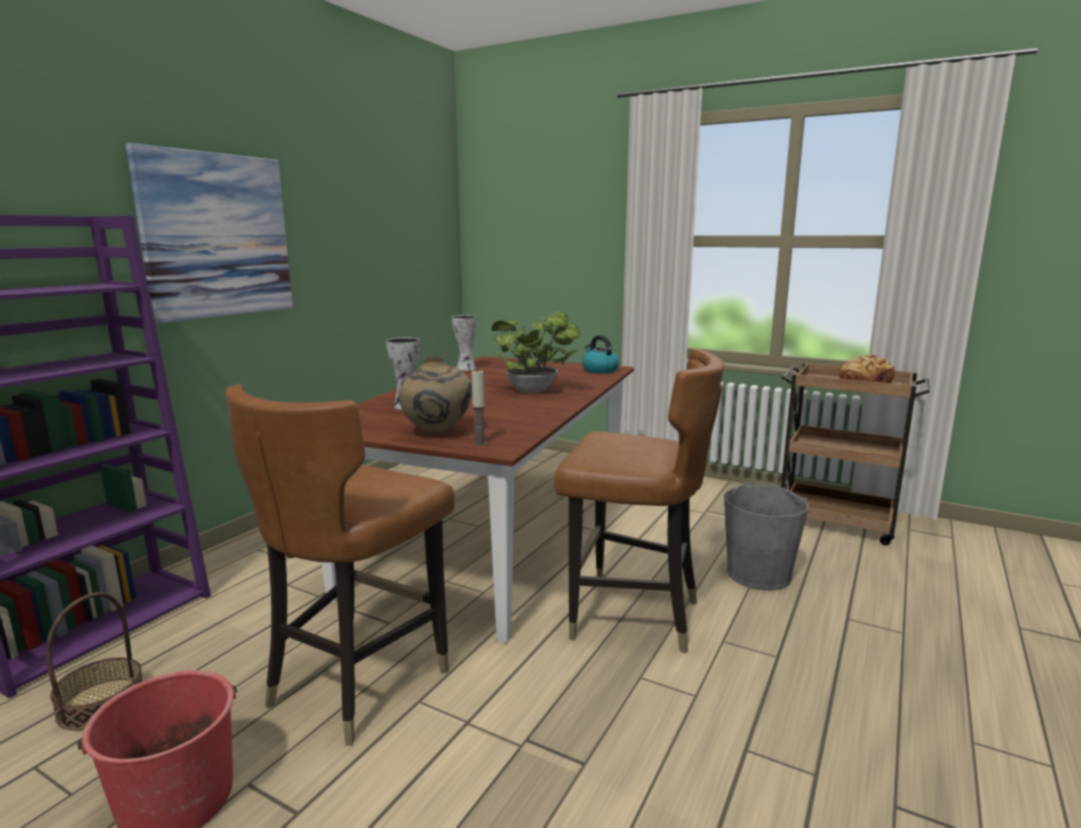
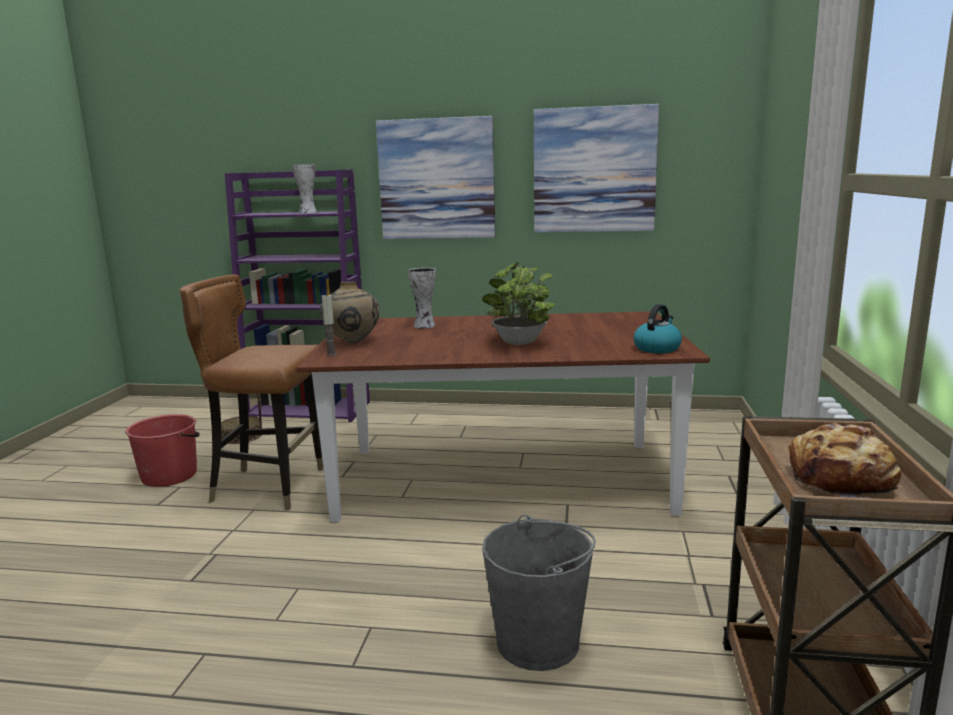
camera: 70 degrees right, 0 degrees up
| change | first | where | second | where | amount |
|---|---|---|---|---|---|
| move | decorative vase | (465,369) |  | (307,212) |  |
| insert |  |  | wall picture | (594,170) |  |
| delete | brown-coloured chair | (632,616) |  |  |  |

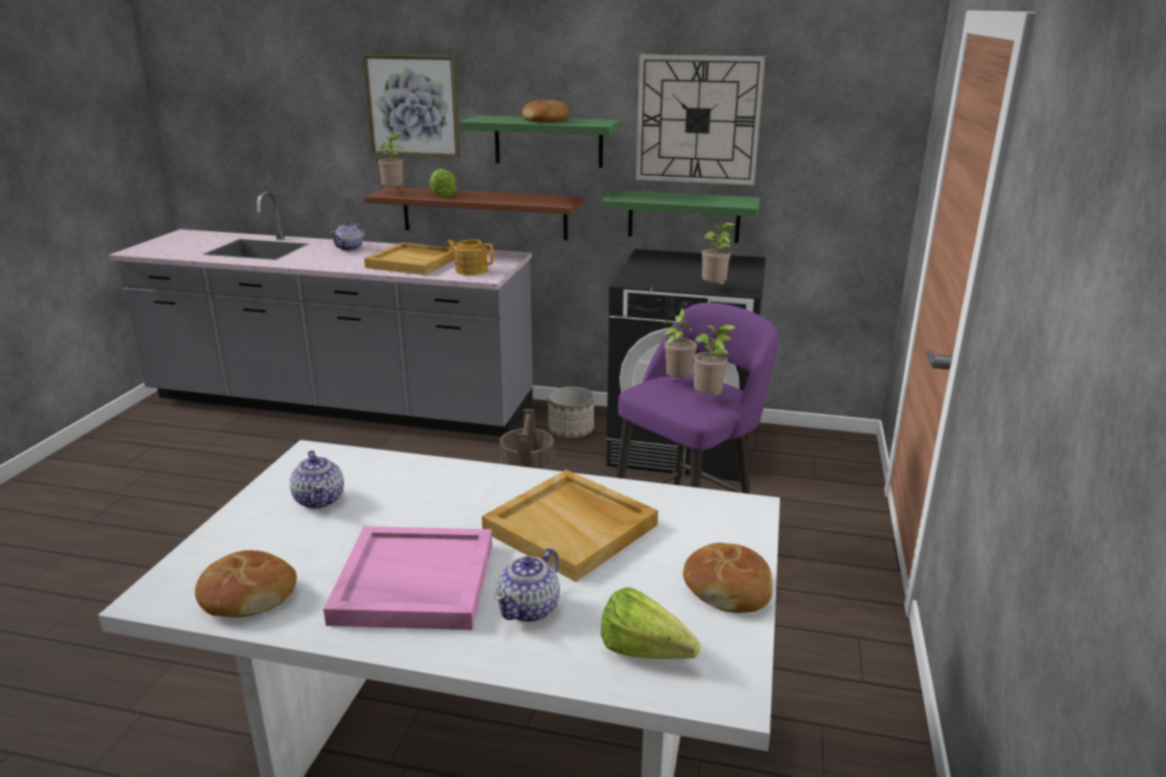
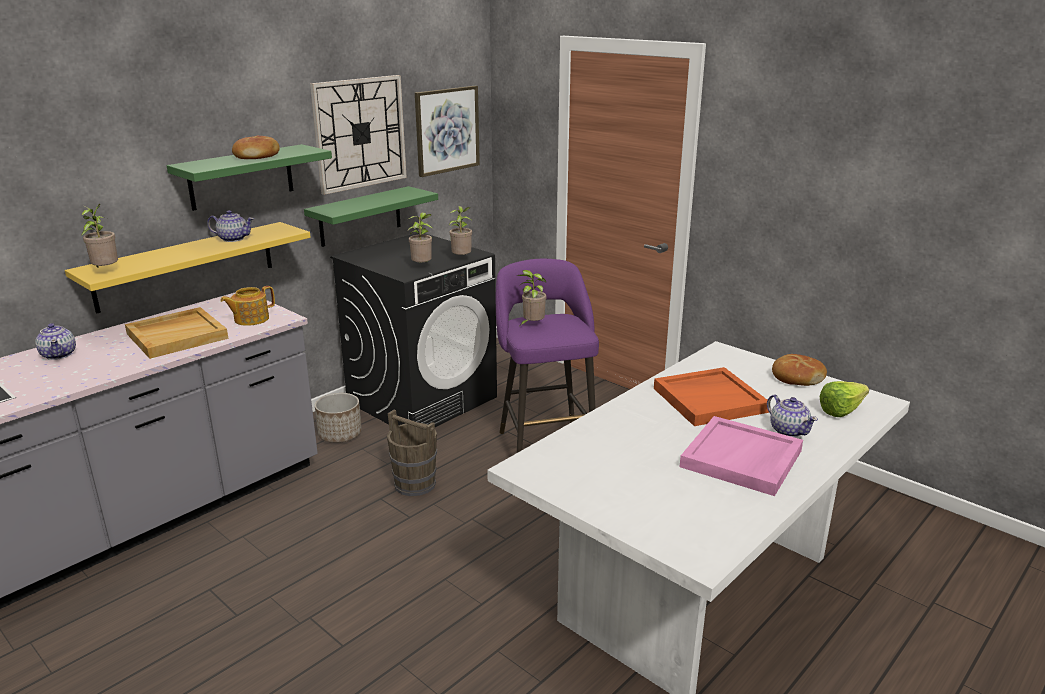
camera: 60 degrees left, 0 degrees up
| change | first | where | second | where | amount |
|---|---|---|---|---|---|
| recolor | brown-coloured wall shelf | (484,213) | yellowish wall shelf | (186,266) |  |
| move | tea pot | (320,499) |  | (233,239) |  |
| move | houseplant | (709,398) |  | (422,266) |  |
| move | wall picture | (413,106) |  | (447,130) |  |
| recolor | beige-coloured carrying tray | (572,528) | orange carrying tray | (709,399) |  |
| delete | bakery bread | (247,596) |  |  |  |
| delete | lettuce head | (442,194) |  |  |  |

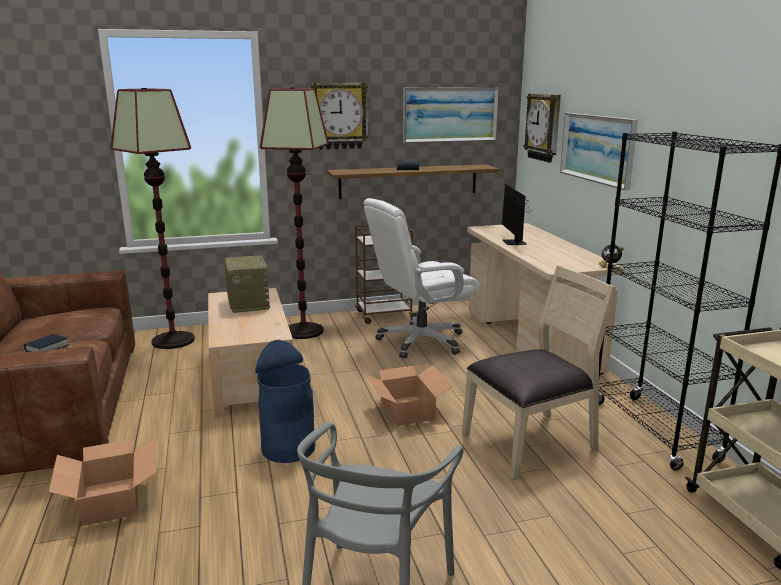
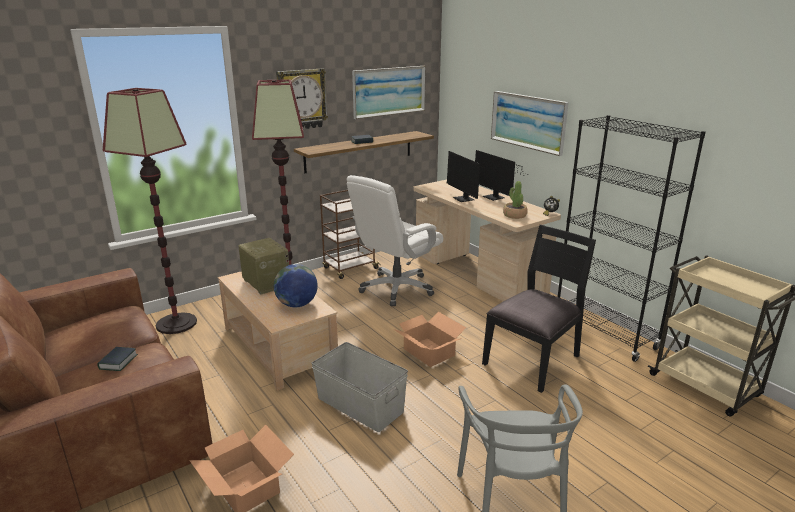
camera: 20 degrees left, 5 degrees up
| change | first | where | second | where | amount |
|---|---|---|---|---|---|
| insert |  |  | desk globe | (297,304) |  |
| replace | blue-coloured rubbish bin | (288,448) | greyish storage bin | (360,404) |  |
| insert |  |  | computer screen | (495,198) |  |
| recolor | beige-coloured chair | (531,442) | black chair | (533,360) |  |
| insert |  |  | houseplant | (514,215) |  |
| delete | wall clock | (544,127) |  |  |  |

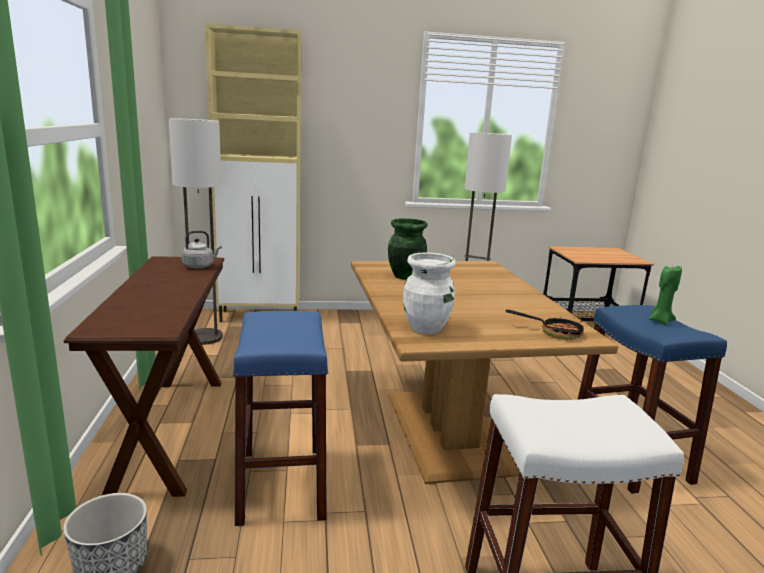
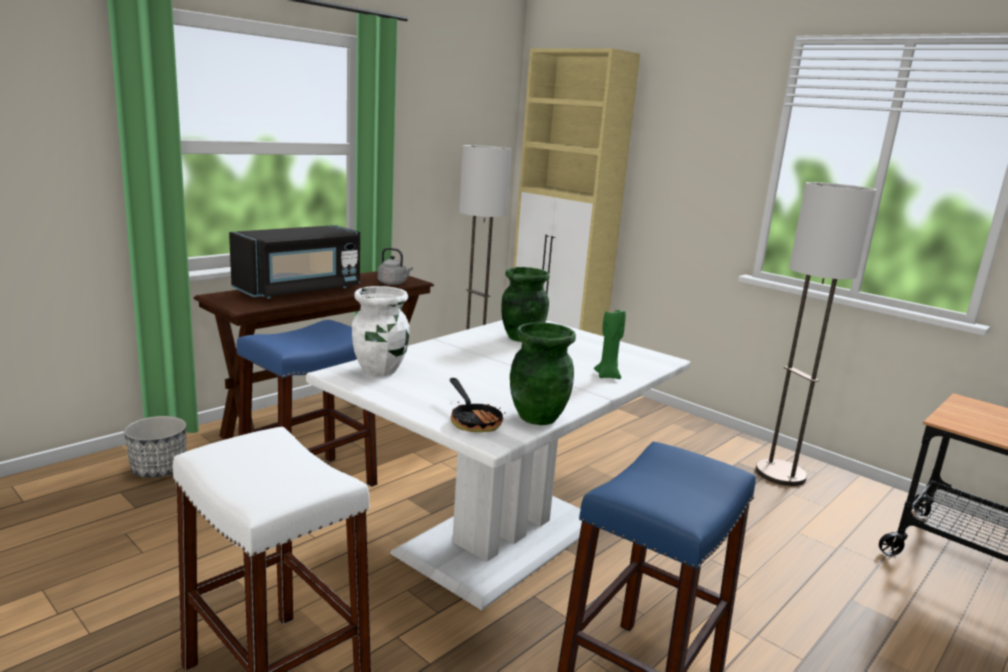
camera: 50 degrees right, 0 degrees up
| change | first | where | second | where | amount |
|---|---|---|---|---|---|
| insert |  |  | black kitchen microwave | (299,290) |  |
| recolor | brown-coloured dinner table | (446,431) | white-coloured dinner table | (500,536) |  |
| insert |  |  | green decorative vase | (538,417) |  |
| move | green wax candle | (660,321) |  | (608,376) |  |

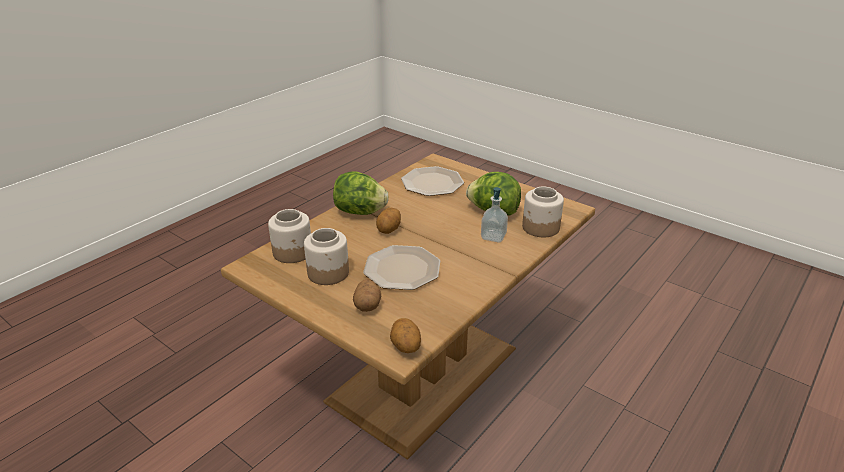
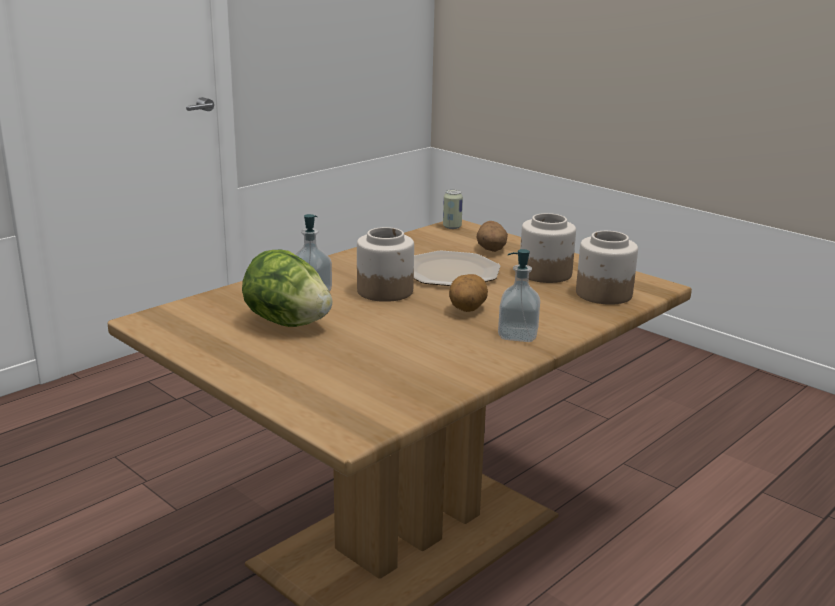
camera: 175 degrees left, 10 degrees down
| change | first | where | second | where | amount |
|---|---|---|---|---|---|
| move | preserve jar | (540,228) |  | (385,291) |  |
| replace | spud | (405,347) | sealed can | (452,227) |  |
| replace | lettuce head | (360,212) | soap bottle | (517,335) |  |
| delete | dinner plate | (432,182) |  |  |  |

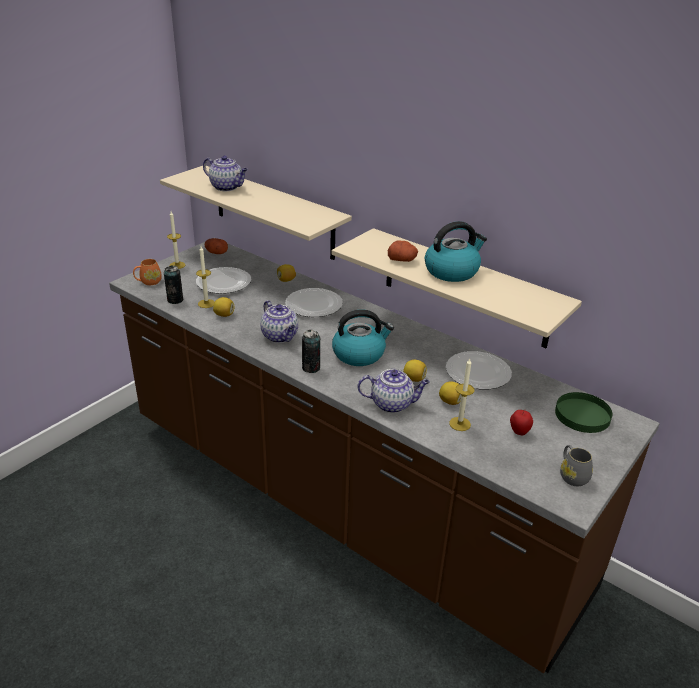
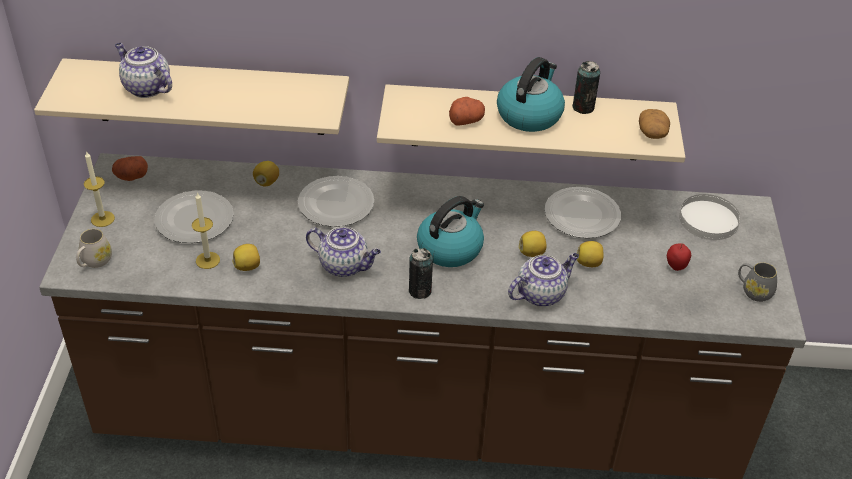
camera: 35 degrees left, 10 degrees up
| change | first | where | second | where | amount |
|---|---|---|---|---|---|
| recolor | orange mug | (148,282) | white-coloured mug | (94,262) |  |
| rotate | tea pot | (227,187) |  | (146,88) | 135 degrees counterclockwise |
| move | sealed can | (175,300) |  | (583,107) |  |
| insert |  |  | spud | (652,133) |  |
| recolor | green dinner plate | (583,415) | white-coloured dinner plate | (709,220) |  |
| delete | wax candle | (460,424) |  |  |  |

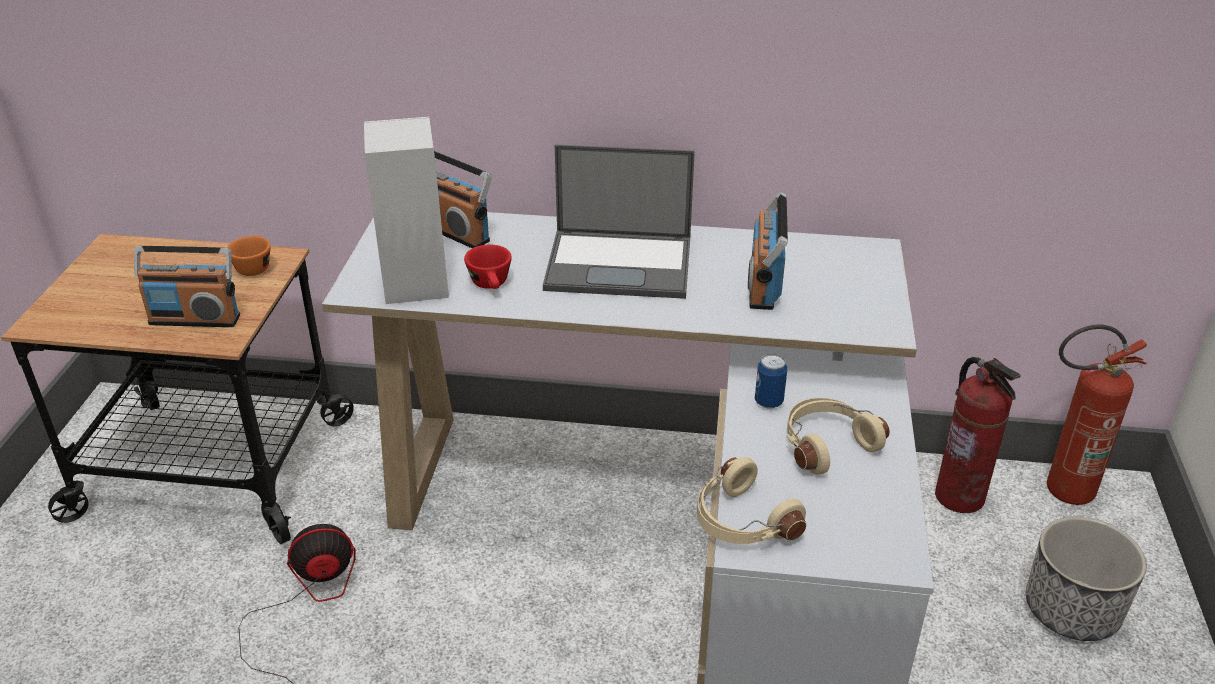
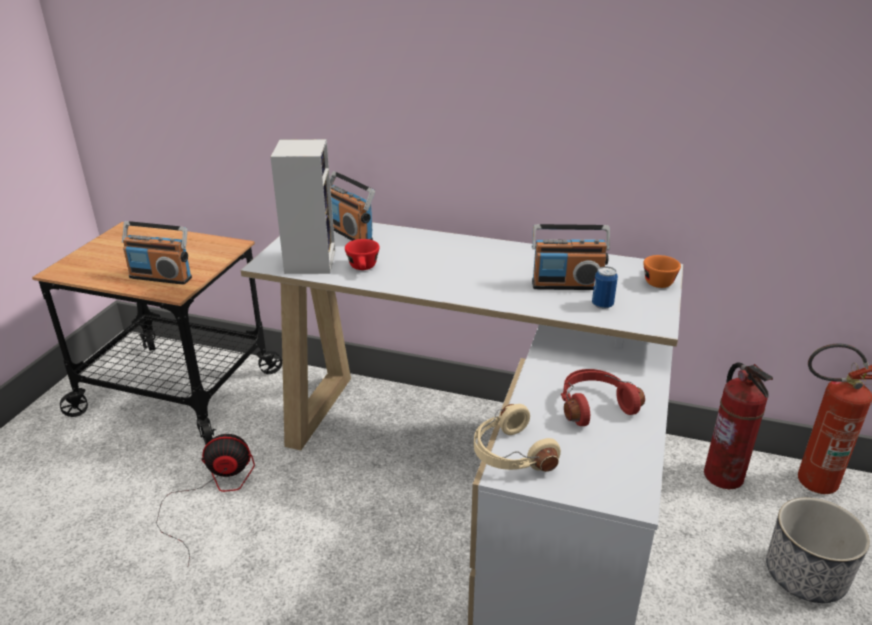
camera: 10 degrees right, 5 degrees down
| change | first | where | second | where | amount |
|---|---|---|---|---|---|
| rotate | radio set | (763,284) |  | (566,285) | 105 degrees counterclockwise |
| recolor | beige-coloured headset | (826,444) | red headset | (594,405) |  |
| move | sealed can | (768,402) |  | (602,305) |  |
| move | orange small cup | (253,266) |  | (657,280) |  |
| delete | portable computer | (621,264) |  |  |  |

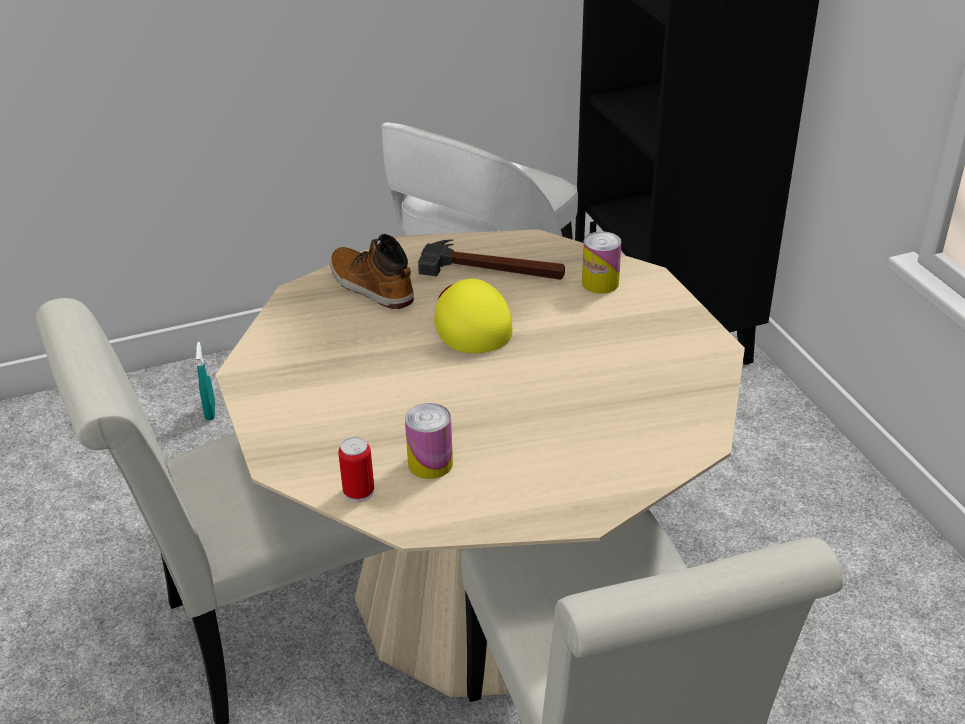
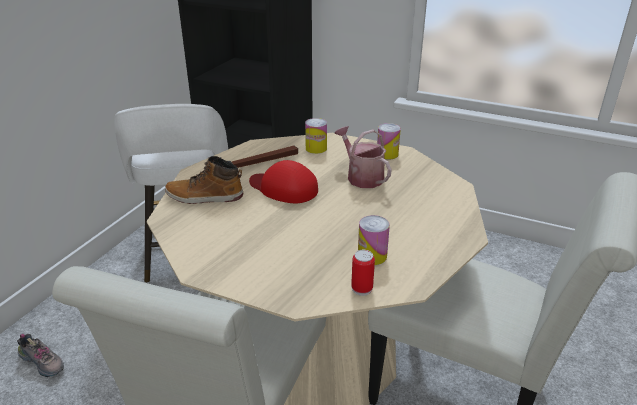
camera: 45 degrees left, 5 degrees down
| change | first | where | second | where | amount |
|---|---|---|---|---|---|
| replace | turquoise spray bottle | (210,412) | item of footwear | (44,362) |  |
| recolor | yellowish baseball cap | (470,320) | red baseball cap | (283,188) |  |
| insert |  |  | sprinkling can | (362,177) |  |
| insert |  |  | sealed can | (387,154) |  |

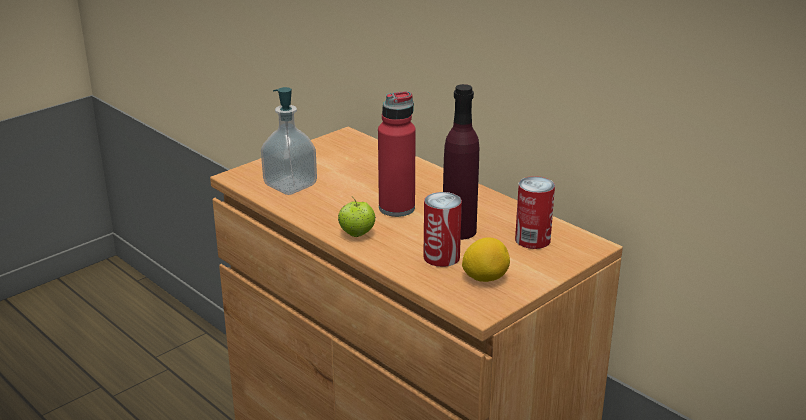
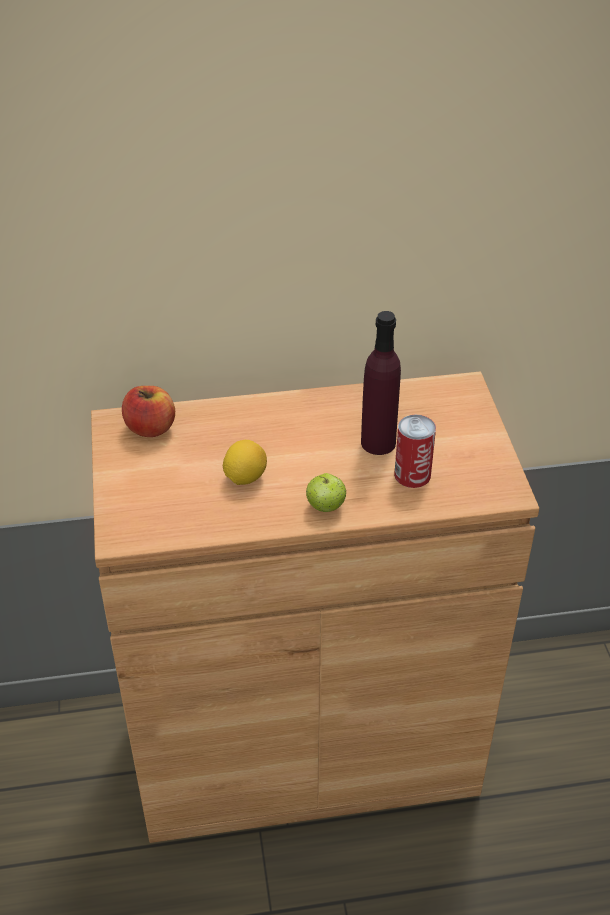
camera: 55 degrees left, 15 degrees up
| change | first | where | second | where | amount |
|---|---|---|---|---|---|
| insert |  |  | apple fruit | (150,428) |  |
| move | whole lemon | (485,278) |  | (245,477) |  |
| delete | soap bottle | (290,185) |  |  |  |
| delete | red beverage bottle | (396,208) |  |  |  |
| delete | sealed can | (532,240) |  |  |  |

